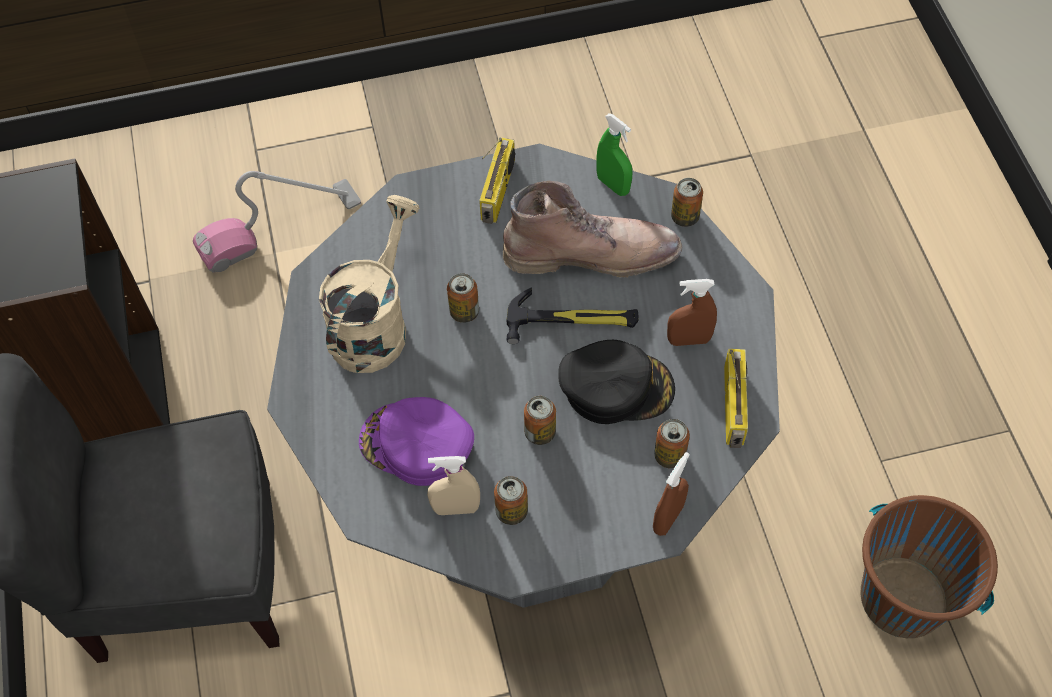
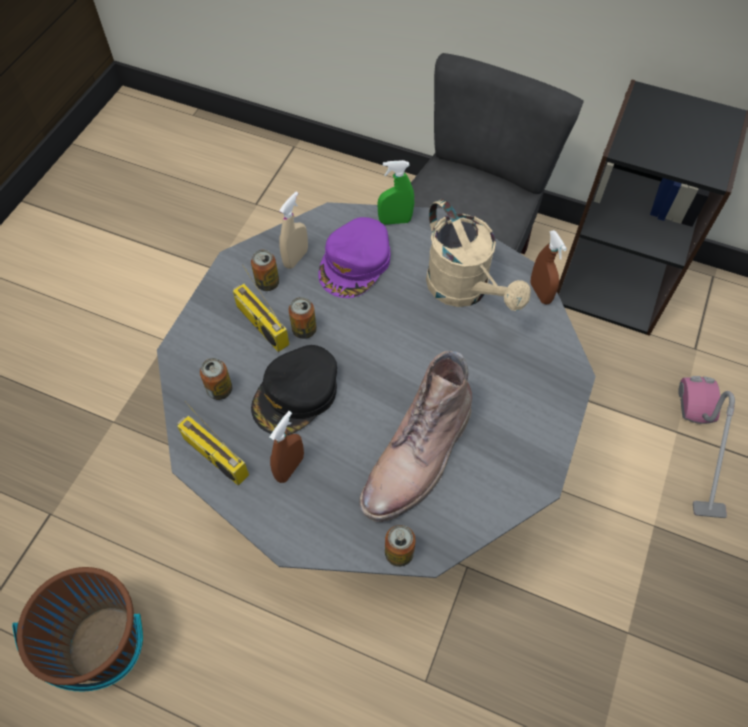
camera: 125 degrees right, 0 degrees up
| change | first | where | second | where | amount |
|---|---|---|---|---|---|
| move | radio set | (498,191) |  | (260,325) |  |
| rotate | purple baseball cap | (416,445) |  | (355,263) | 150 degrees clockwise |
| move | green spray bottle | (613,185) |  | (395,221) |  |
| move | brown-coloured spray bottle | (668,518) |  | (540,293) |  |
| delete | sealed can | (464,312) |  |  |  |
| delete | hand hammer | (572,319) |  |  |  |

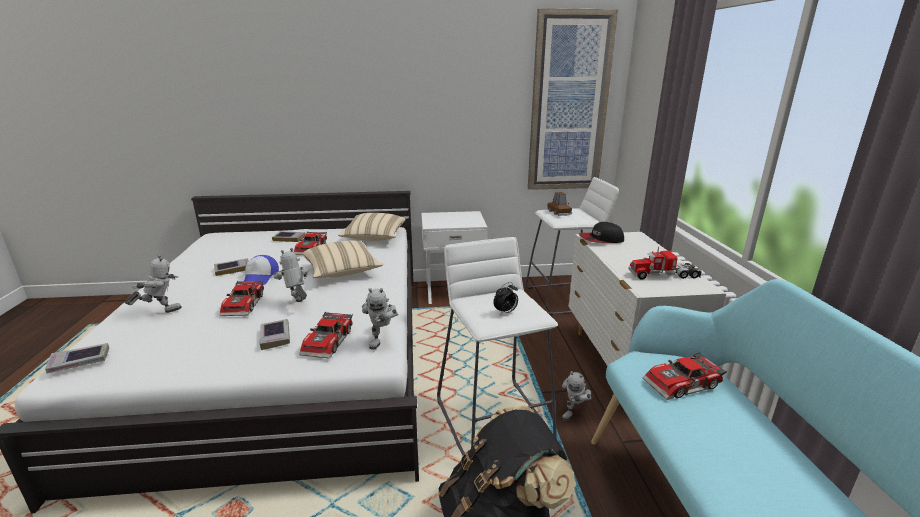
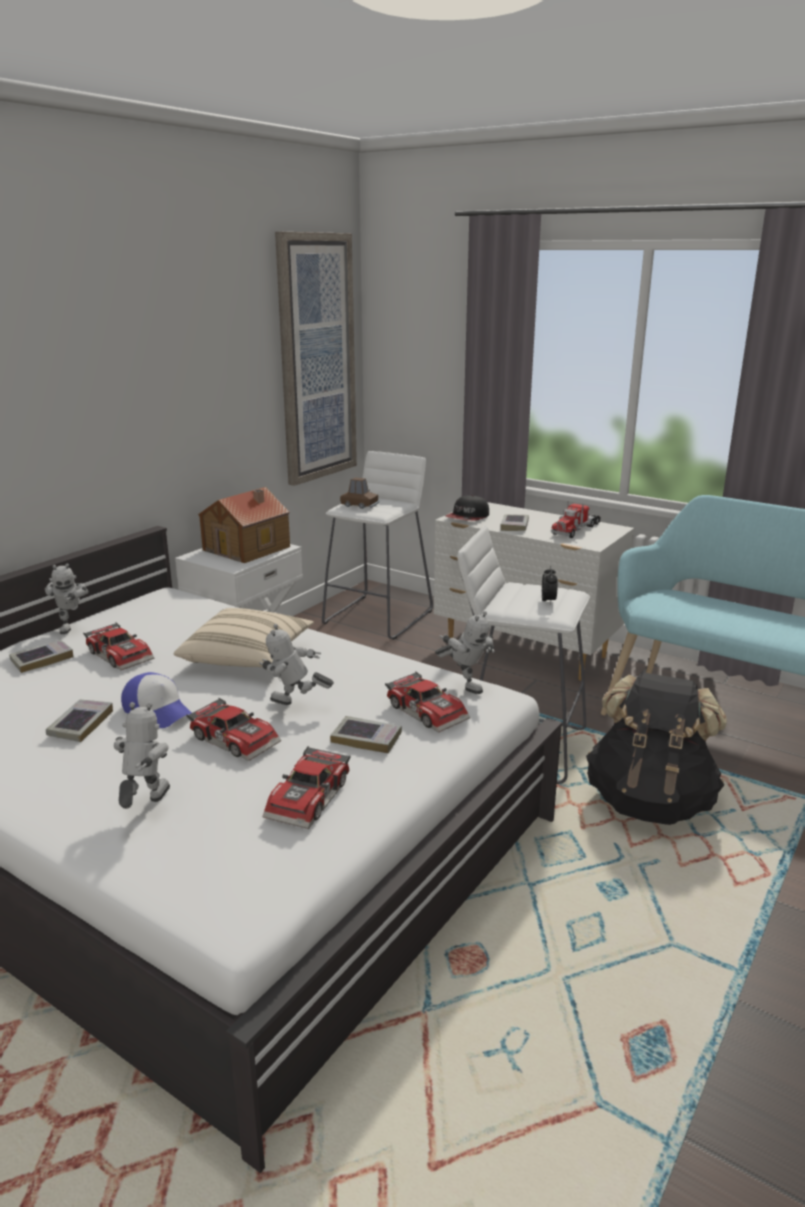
camera: 50 degrees left, 0 degrees up
| change | first | where | second | where | amount |
|---|---|---|---|---|---|
| move | model robot | (574,413) |  | (71,626) |  |
| insert |  |  | miniature house | (248,548) |  |
| move | model car | (683,385) |  | (311,798) |  |
| move | book | (79,361) |  | (514,526) |  |
| delete | beige-coloured pillow | (374,238) |  |  |  |

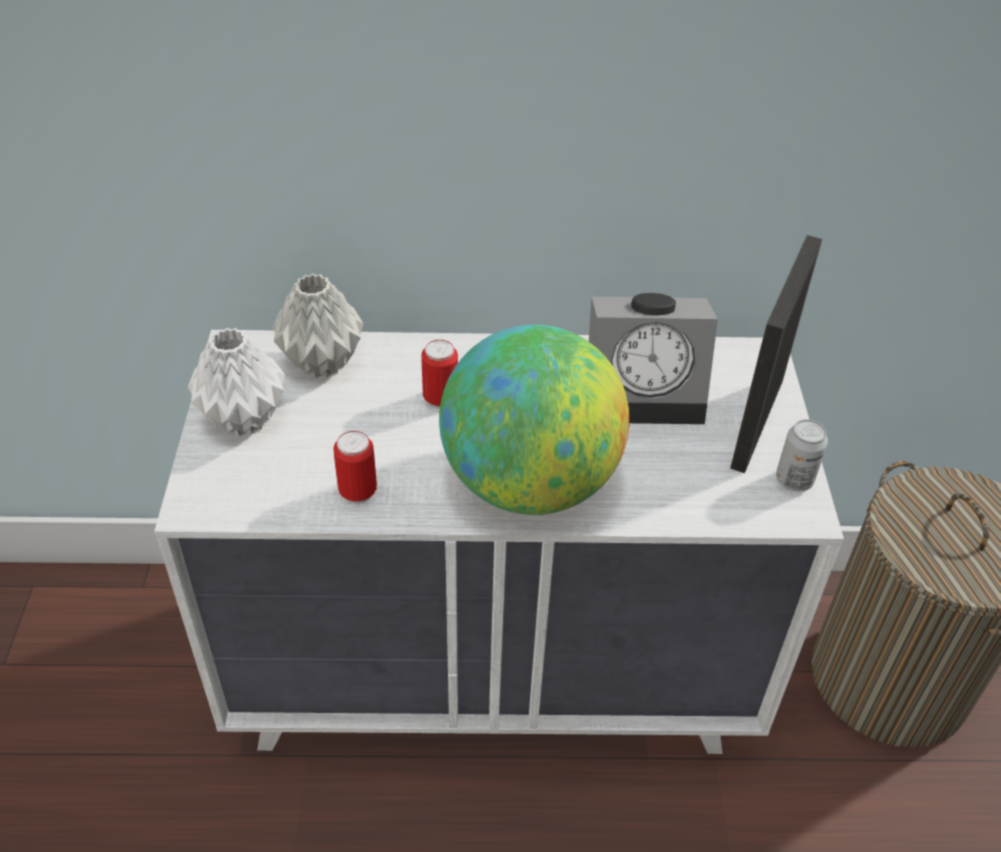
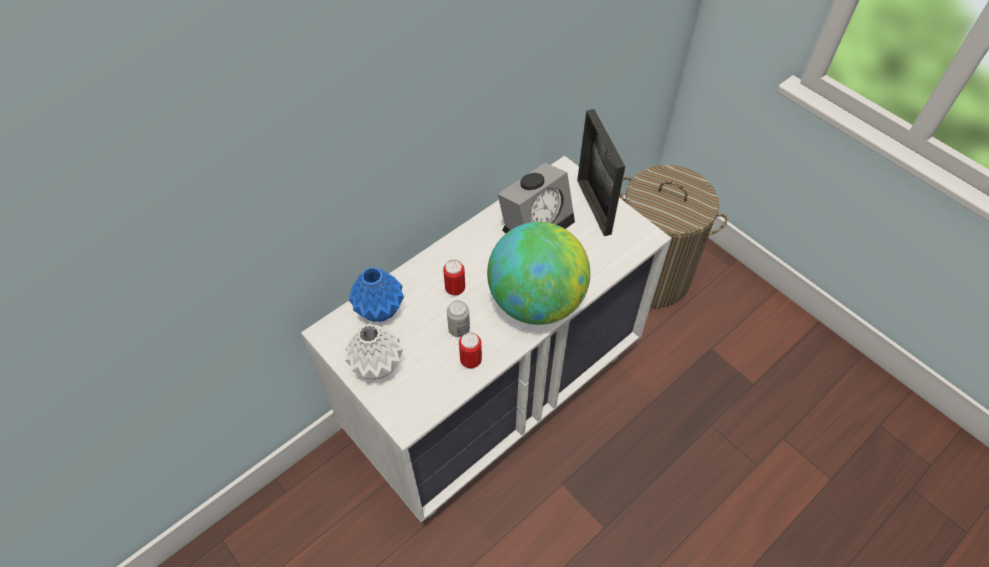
camera: 40 degrees left, 10 degrees up
| change | first | where | second | where | amount |
|---|---|---|---|---|---|
| recolor | greyish decorative vase | (320,362) | blue-coloured decorative vase | (378,310) |  |
| move | sealed can | (794,480) |  | (459,329) |  |

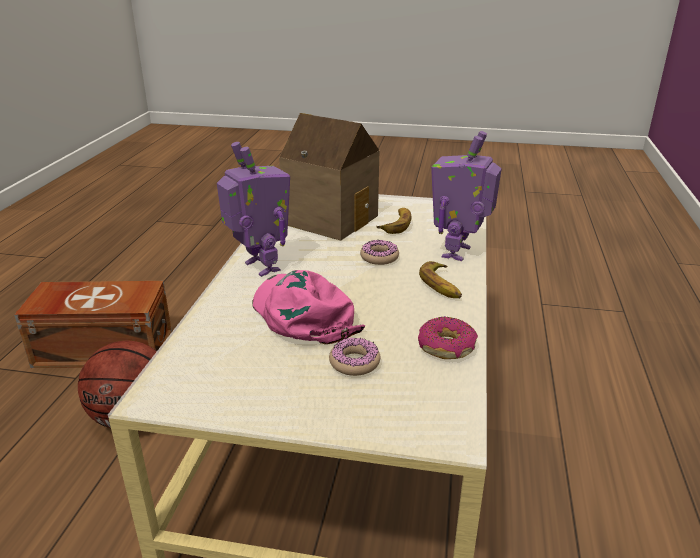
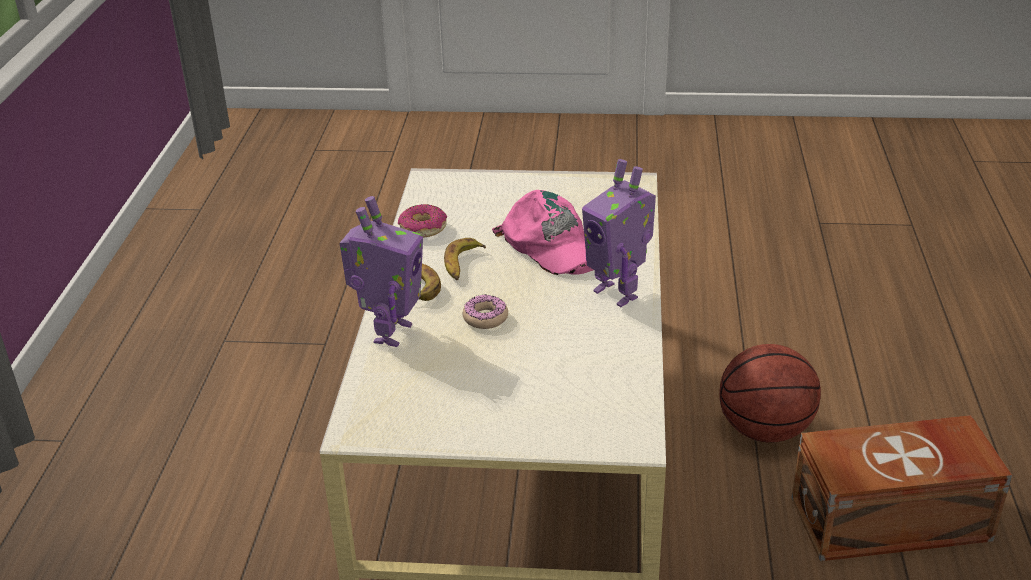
camera: 175 degrees right, 5 degrees up
| change | first | where | second | where | amount |
|---|---|---|---|---|---|
| move | banana | (396,224) |  | (462,264) |  |
| delete | miniature house | (333,218) |  |  |  |
| delete | doughnut | (354,362) |  |  |  |

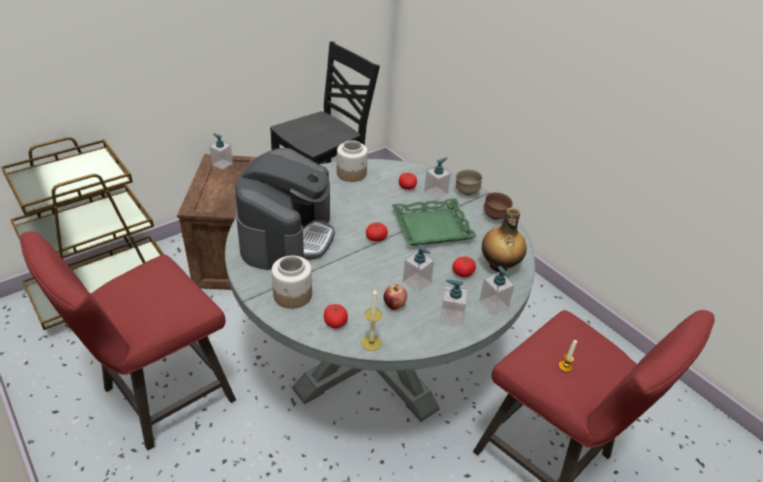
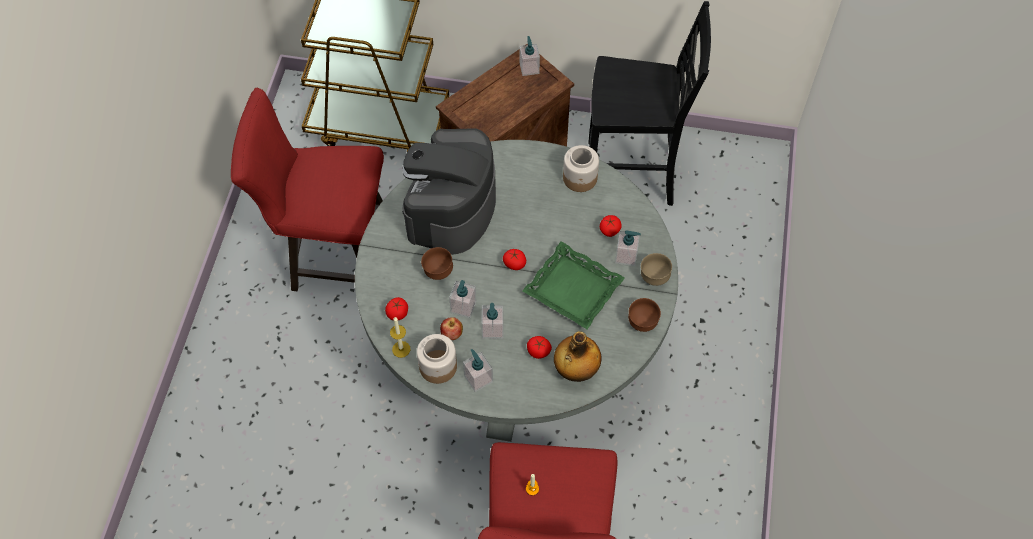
camera: 50 degrees right, 20 degrees up
| change | first | where | second | where | amount |
|---|---|---|---|---|---|
| rotate | coffee maker | (287,237) |  | (450,209) | 135 degrees clockwise |
| move | preserve jar | (293,295) |  | (438,367) |  |
| insert |  |  | brown-coloured serving bowl | (438,272) |  |
| move | soap bottle | (493,304) |  | (463,307) |  |

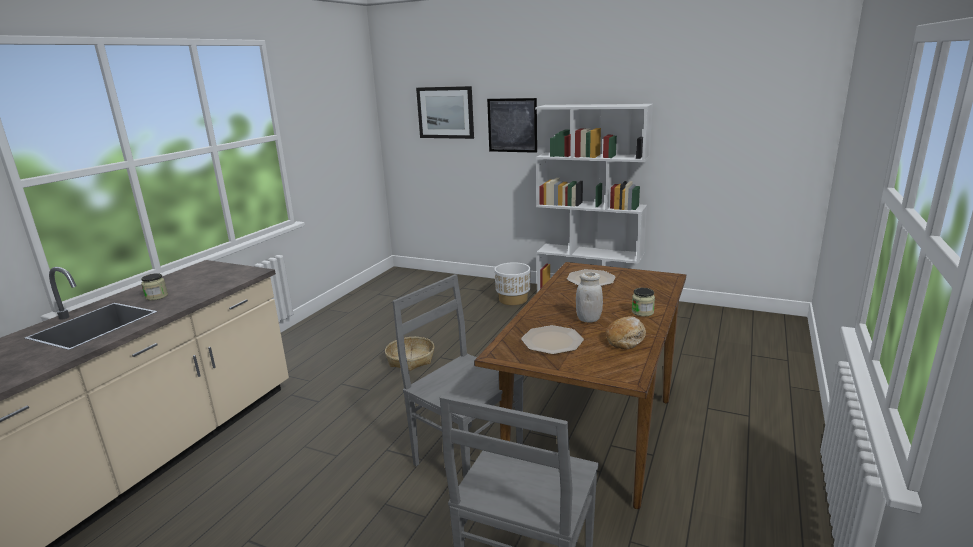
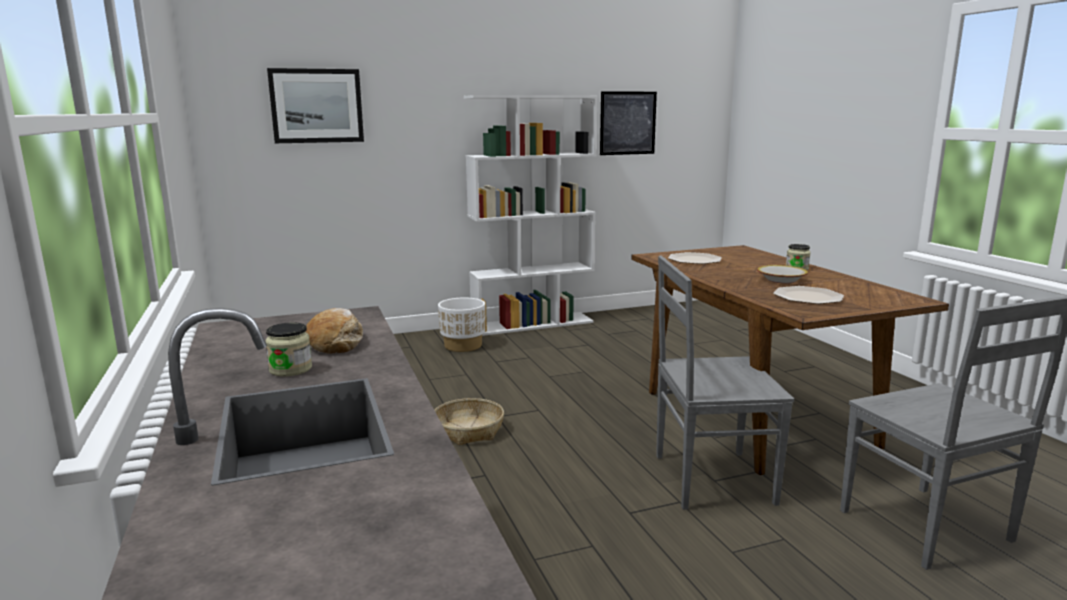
camera: 45 degrees left, 5 degrees down
| change | first | where | second | where | amount |
|---|---|---|---|---|---|
| move | bakery bread | (626,339) |  | (335,342) |  |
| move | wall picture | (512,125) |  | (627,123) |  |
| replace | white-coloured preserve jar | (588,319) | serving bowl | (781,280) |  |

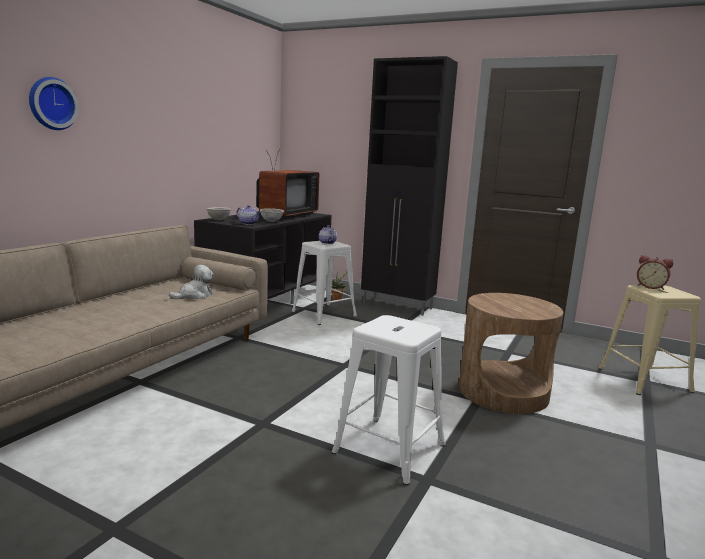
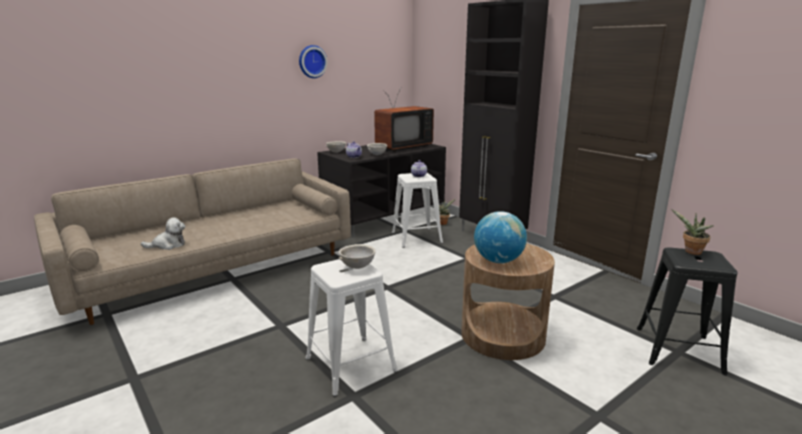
camera: 25 degrees right, 5 degrees up
| change | first | where | second | where | amount |
|---|---|---|---|---|---|
| move | plush toy | (194,296) |  | (168,245) |  |
| move | wall clock | (51,103) |  | (312,61) |  |
| insert |  |  | greyish serving bowl | (357,267) |  |
| insert |  |  | desk globe | (498,260) |  |
| recolor | beige-coloured stool seat | (644,380) | black stool seat | (678,350) |  |
| replace | table clock | (651,287) | houseplant | (691,252) |  |

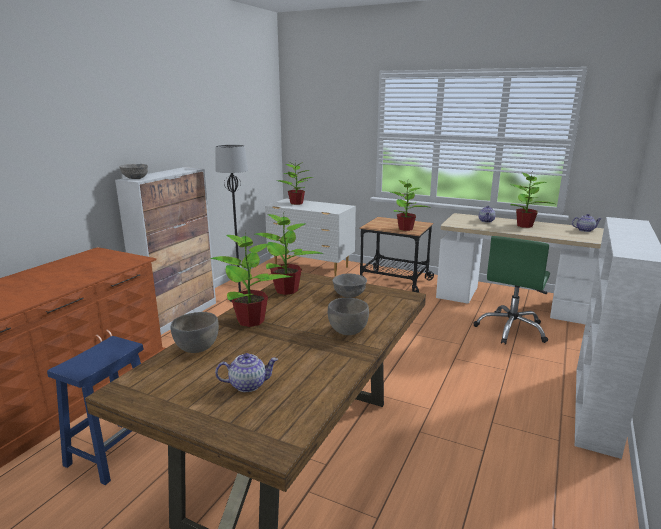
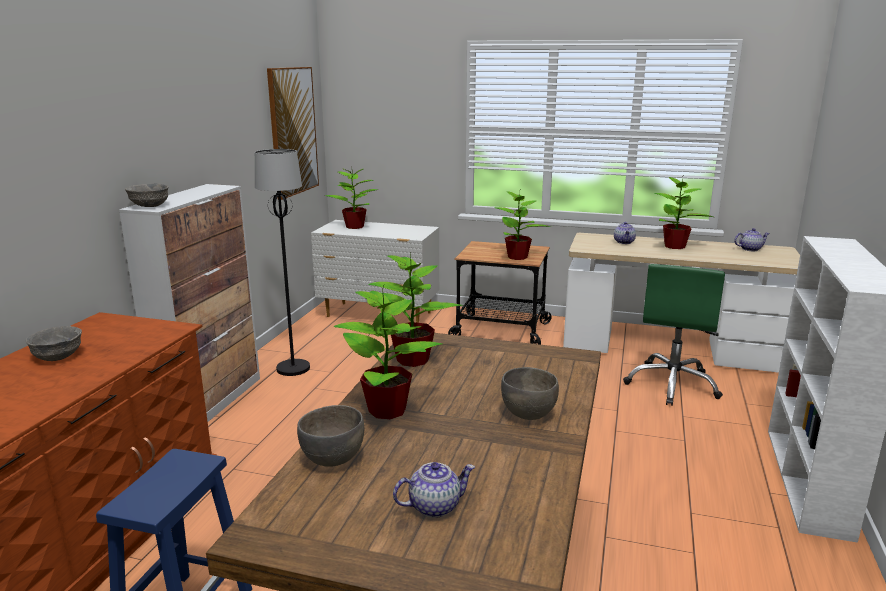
camera: 10 degrees left, 0 degrees up
| change | first | where | second | where | amount |
|---|---|---|---|---|---|
| move | greyish serving bowl | (350,294) |  | (59,356) |  |
| insert |  |  | wall picture | (292,131) |  |

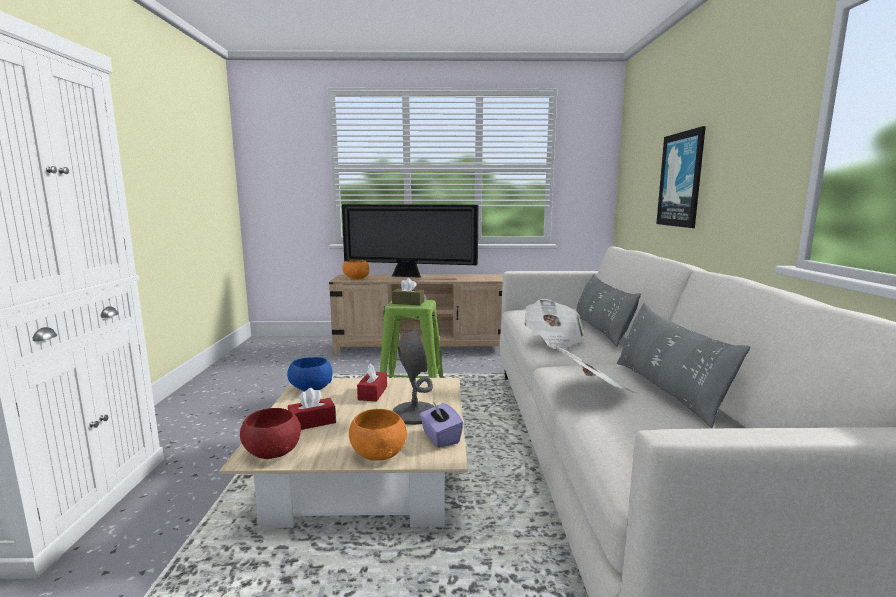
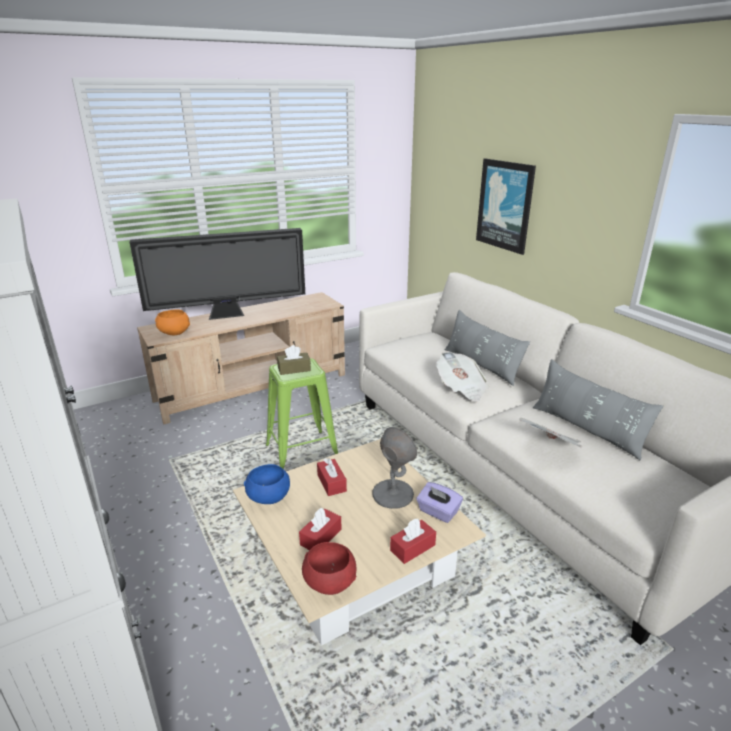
camera: 30 degrees left, 15 degrees up
| change | first | where | second | where | amount |
|---|---|---|---|---|---|
| replace | orange serving bowl | (378,454) | red tissue box | (412,548) |  |

